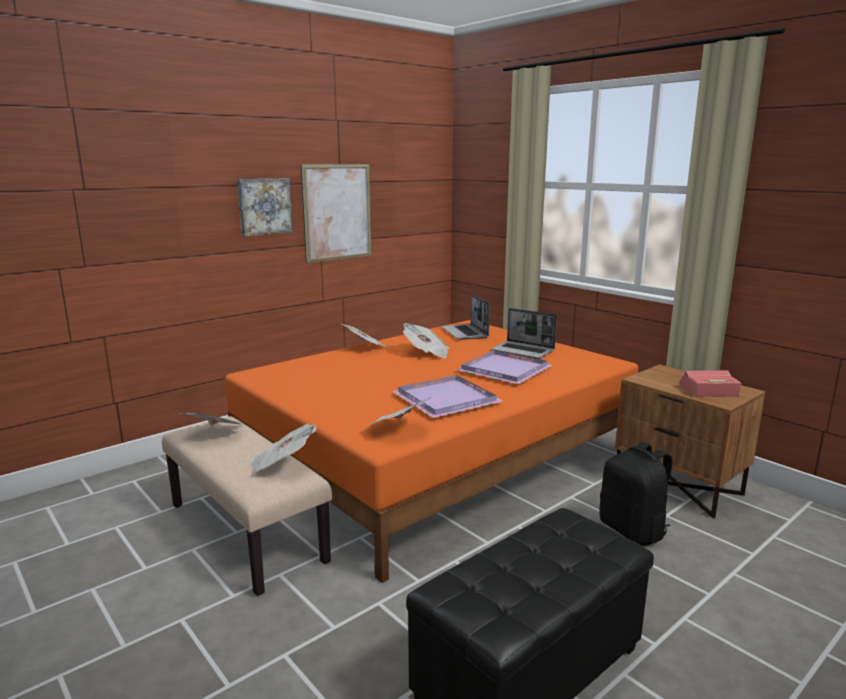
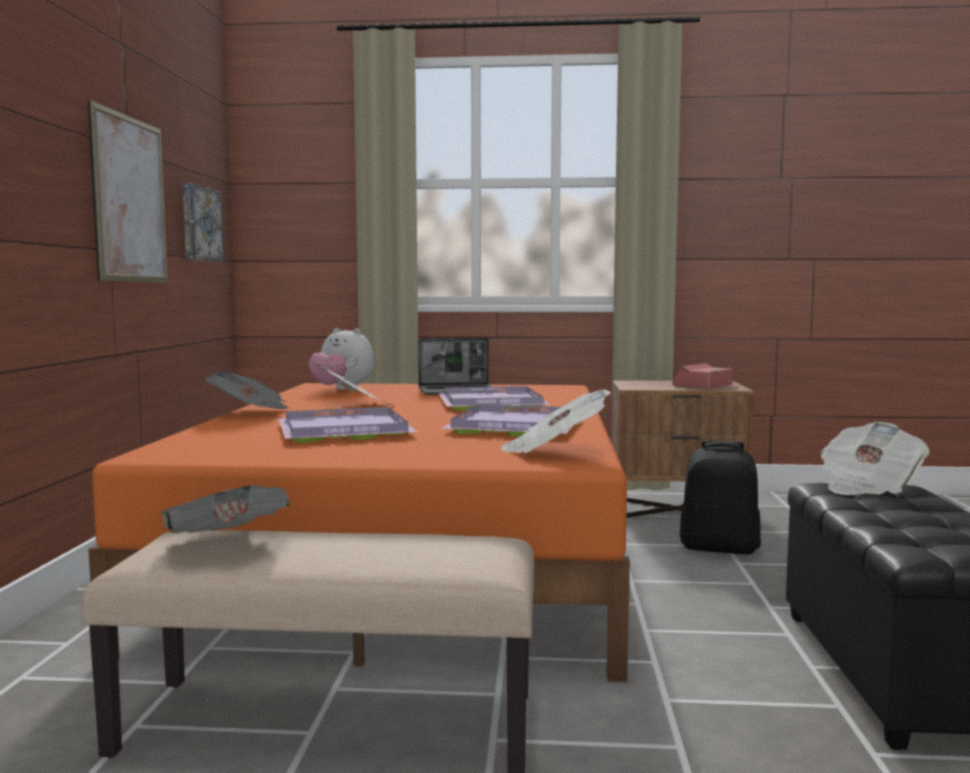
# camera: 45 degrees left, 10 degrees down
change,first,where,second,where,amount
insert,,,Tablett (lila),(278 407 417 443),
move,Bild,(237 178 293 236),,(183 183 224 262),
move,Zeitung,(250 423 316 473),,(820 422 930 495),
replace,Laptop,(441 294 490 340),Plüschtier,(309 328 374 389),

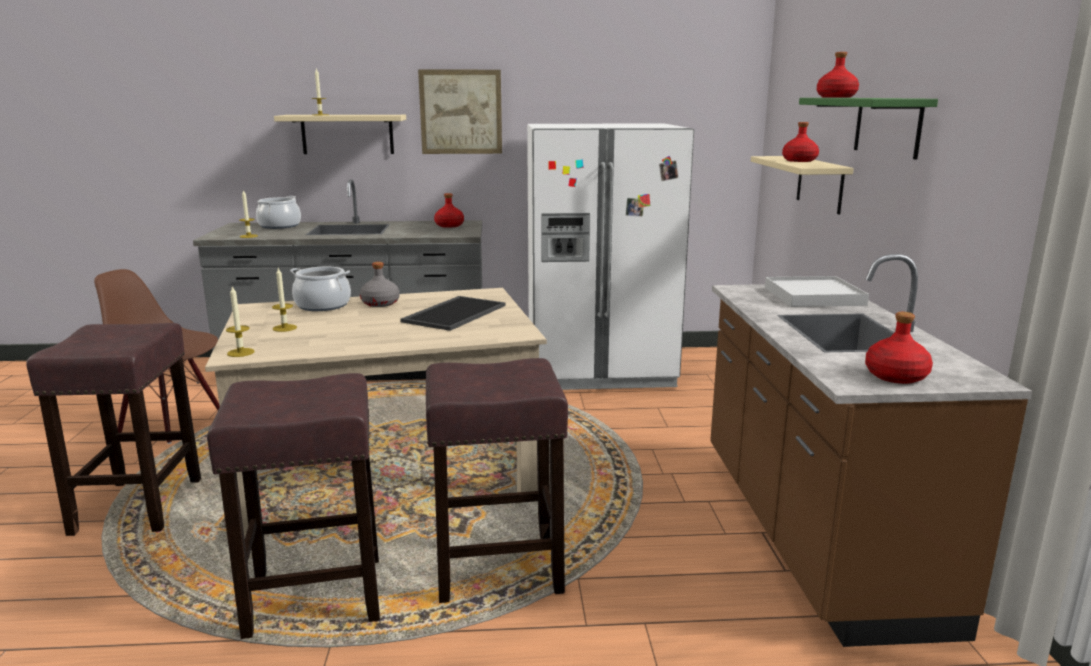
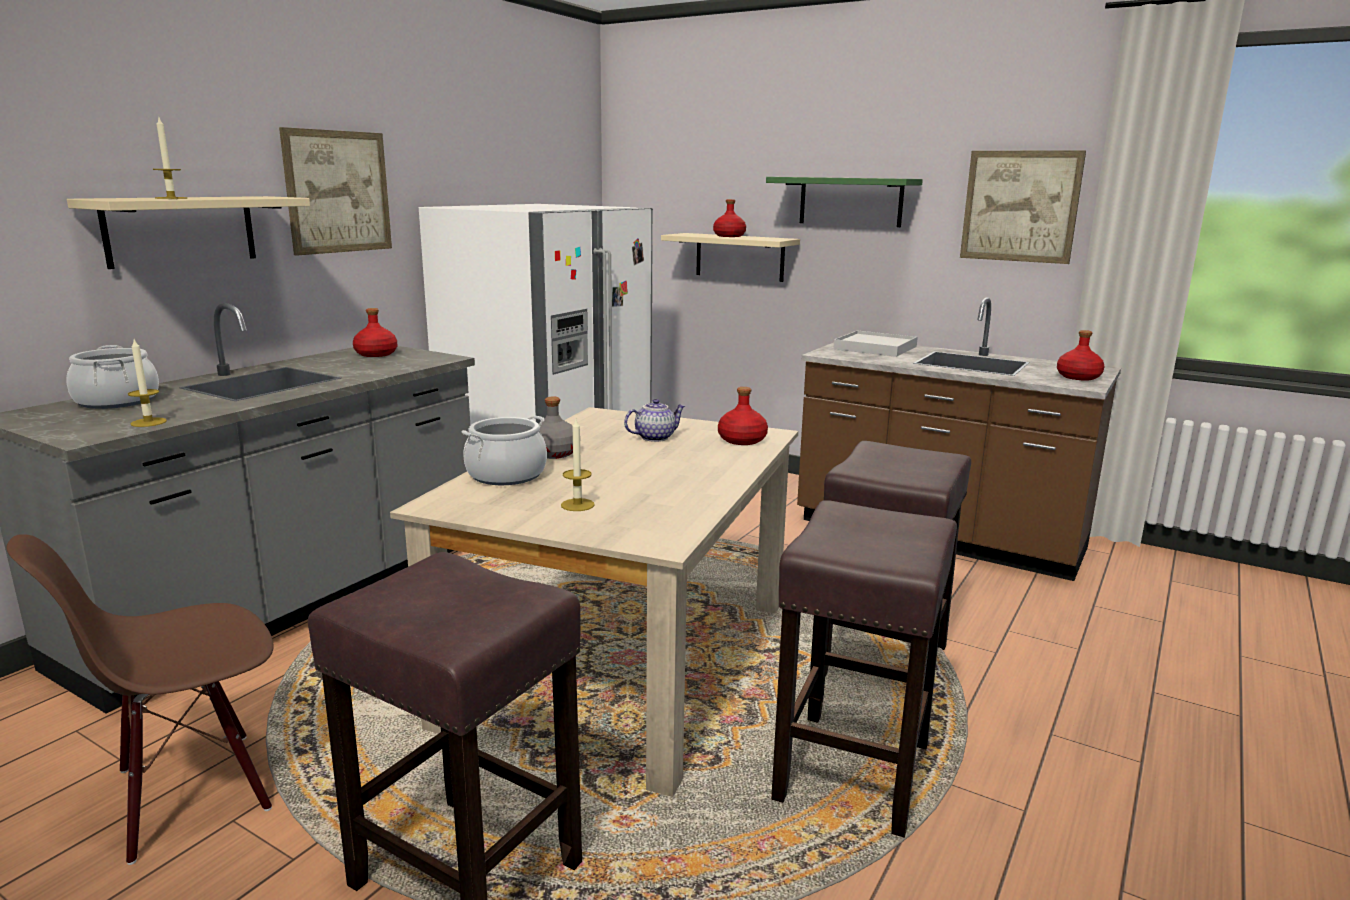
# camera: 55 degrees left, 0 degrees up
change,first,where,second,where,amount
delete,Kerze,(226 285 254 357),,,
insert,,,Bild,(960 150 1086 264),
move,Flasche (rot),(817 52 859 98),,(718 387 768 445),
replace,Tablett,(400 296 506 331),Teekanne,(624 399 685 442),

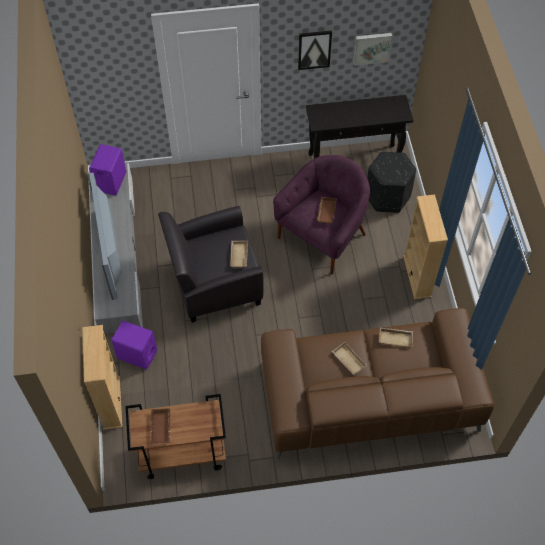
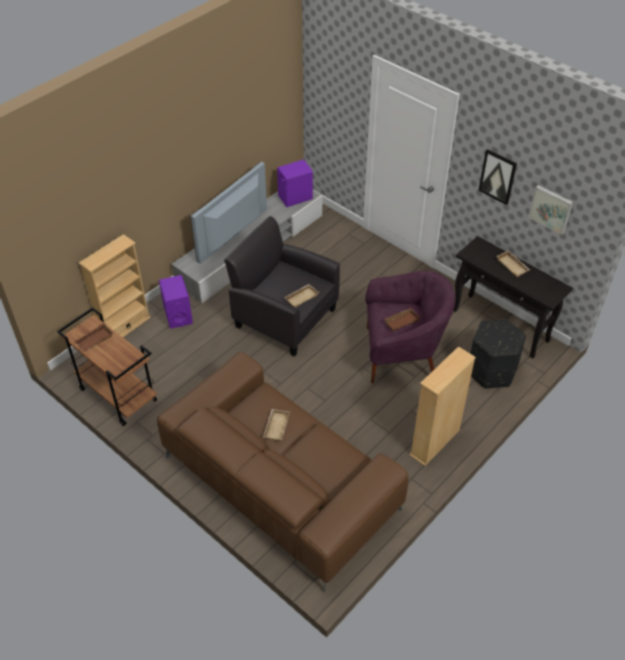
# camera: 50 degrees right, 10 degrees down
change,first,where,second,where,amount
move,Tablett (beige),(379 328 413 347),,(496 250 530 277),

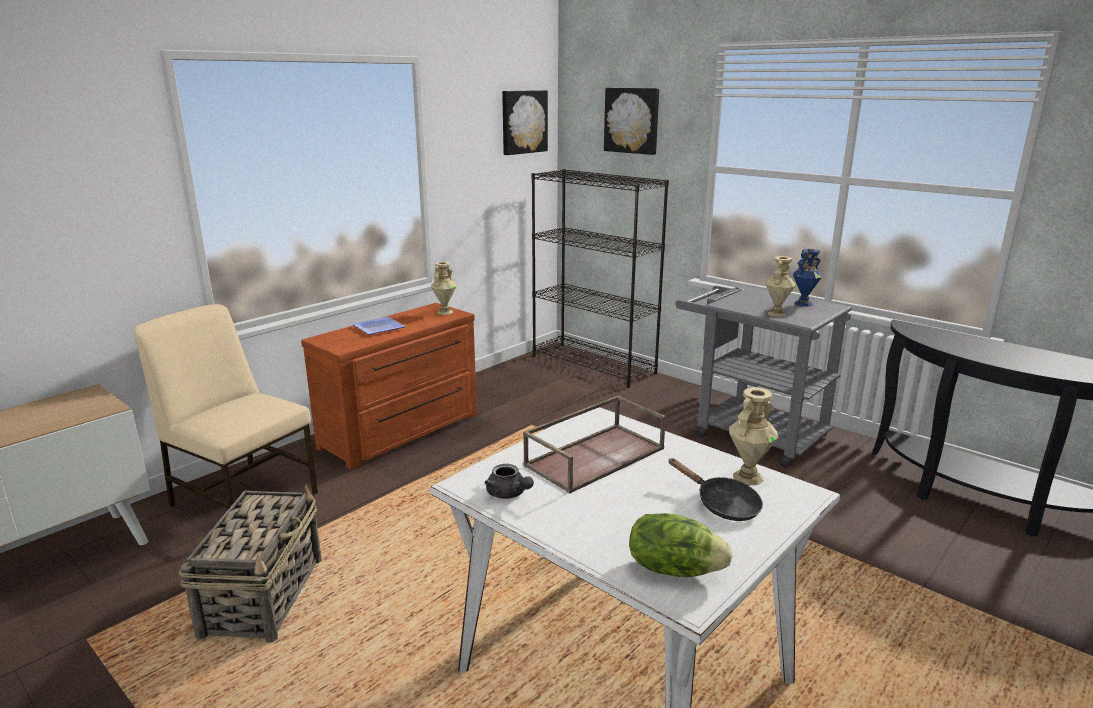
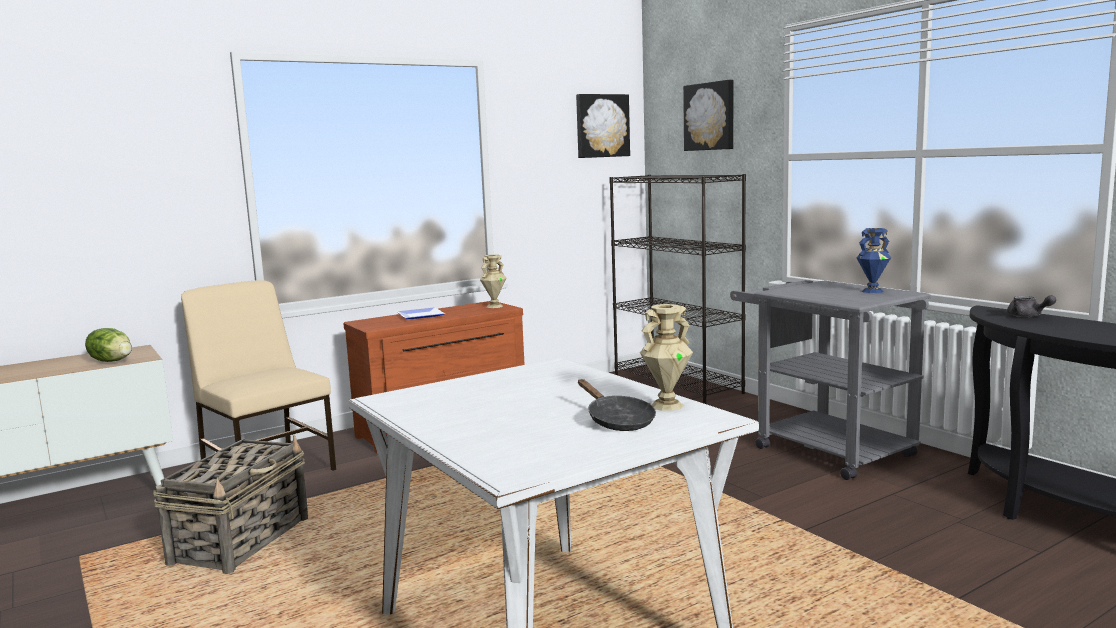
# camera: 15 degrees right, 10 degrees down
change,first,where,second,where,amount
delete,Tablett (braun),(523 396 666 494),,,
delete,Vase (beige),(765 256 796 317),,,
move,Teekanne (grau),(485 464 534 499),,(1007 295 1056 317),
move,Salatkopf,(629 513 733 577),,(85 328 132 362),

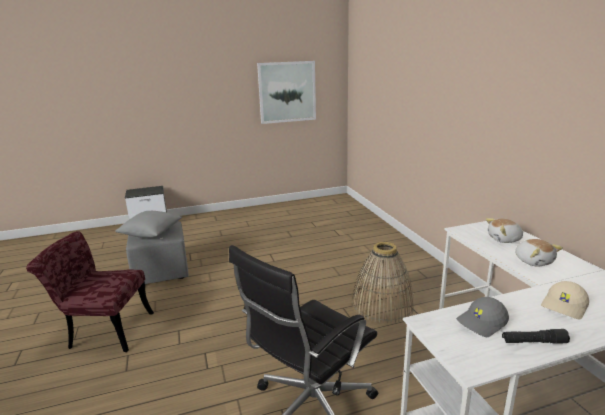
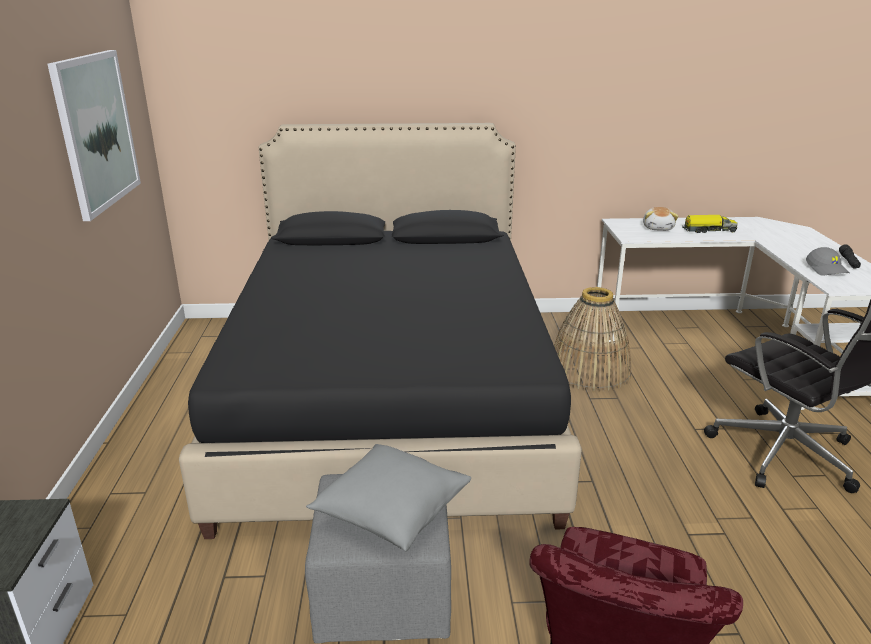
# camera: 75 degrees left, 5 degrees up
change,first,where,second,where,amount
delete,Kappe (beige),(541 281 589 320),,,
insert,,,Bett (schwarz),(179 123 582 539),
replace,Plüschtier,(515 239 563 267),Spielzeuglaster,(682 215 738 233),

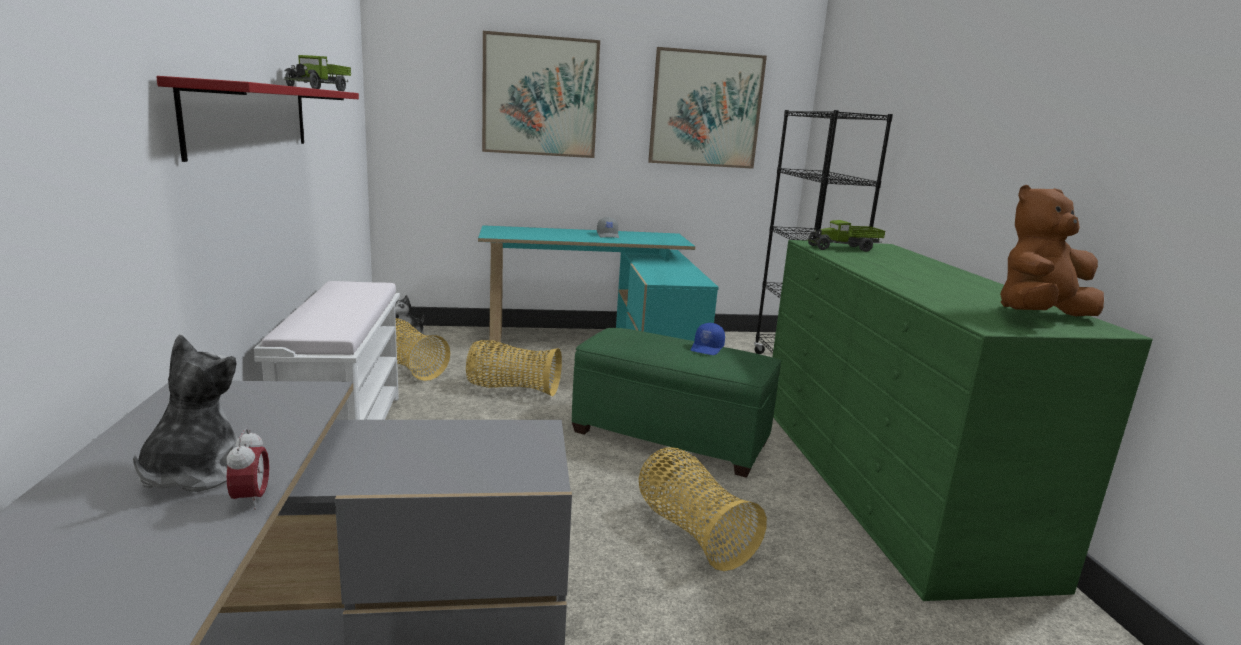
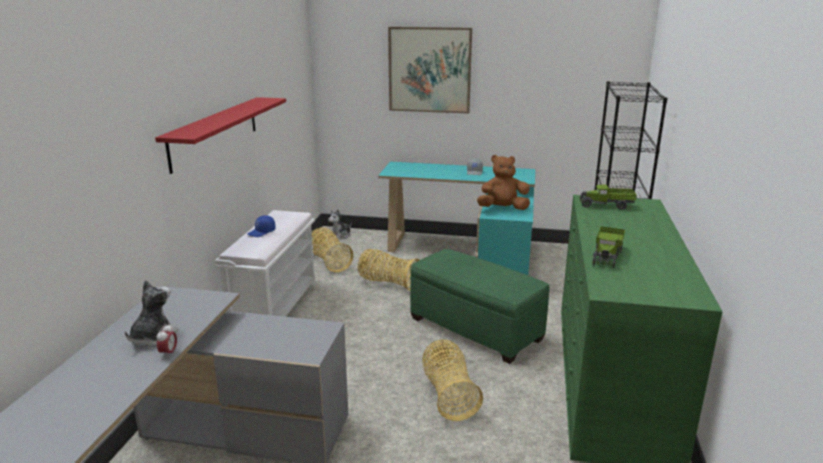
# camera: 20 degrees right, 5 degrees up
change,first,where,second,where,amount
delete,Bild,(648 47 767 169),,,
move,Spielzeuglaster,(284 55 351 91),,(593 226 625 268),
move,Kappe (blau),(691 323 725 355),,(248 215 276 237),
move,Plüschtier (braun),(1000 185 1104 316),,(477 155 530 210),

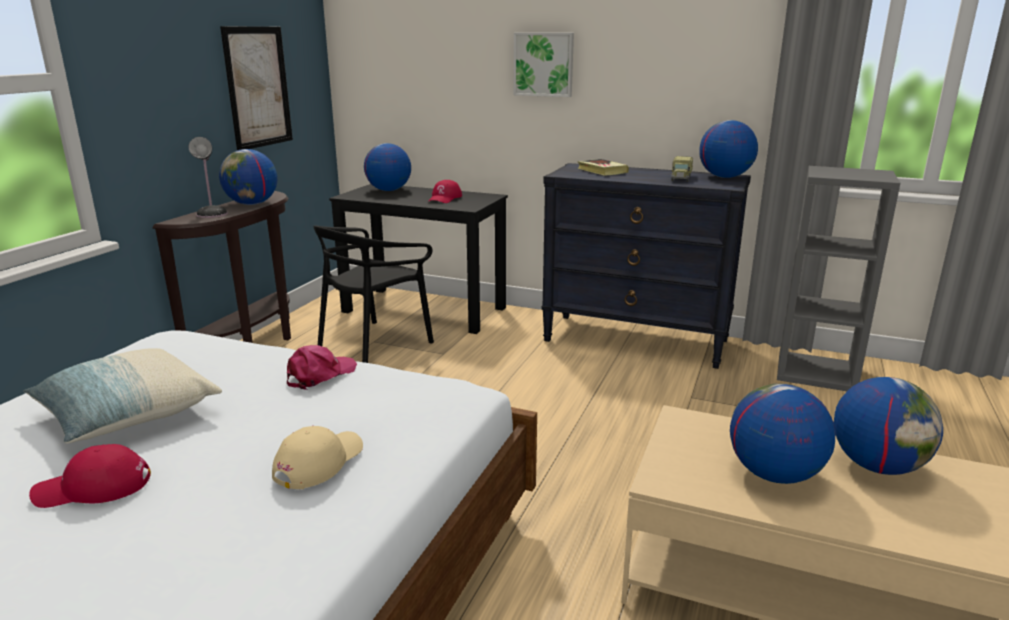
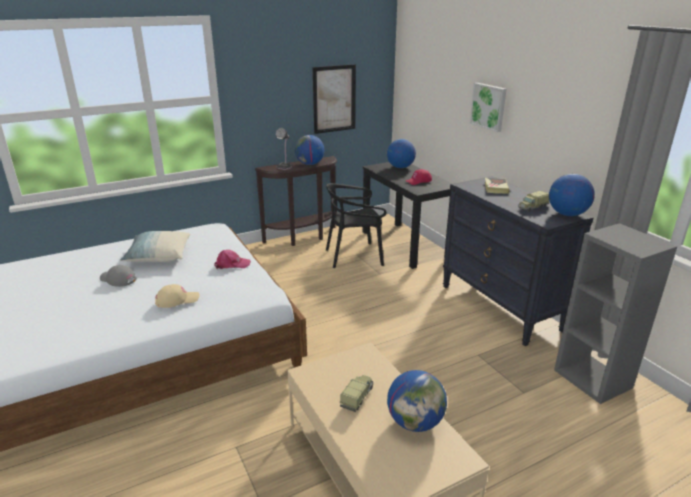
# camera: 40 degrees right, 5 degrees up
change,first,where,second,where,amount
replace,Globus,(730 384 835 484),Spielzeuglaster,(340 375 374 412),
recolor,Kappe (rot),(29 444 151 508),Kappe (grau),(100 265 137 287),

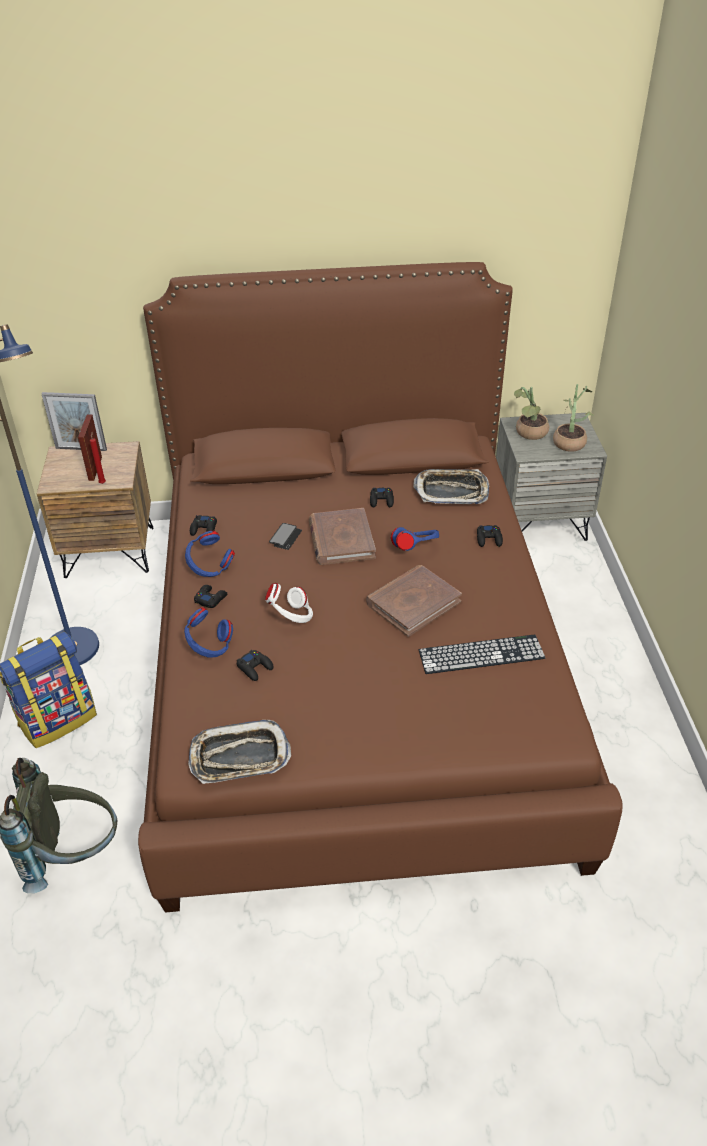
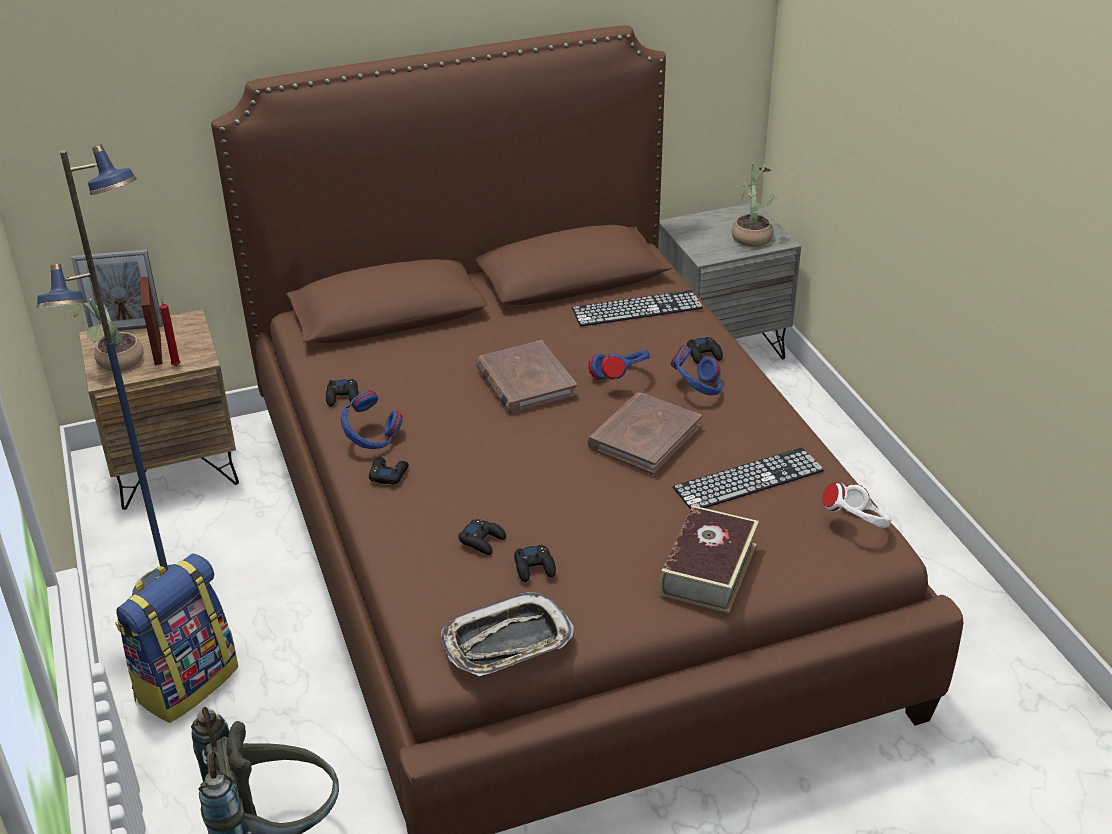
# camera: 15 degrees left, 5 degrees down
change,first,where,second,where,amount
delete,Handy,(269 523 302 550),,,
insert,,,Buch,(659 505 759 613),
move,Kopfhörer (blau),(184 607 233 658),,(671 345 723 396),
move,Kopfhörer (weiß),(265 583 313 623),,(822 482 892 528),
move,Gamepad (schwarz),(370 488 394 507),,(514 545 556 582),
move,Topfpflanze,(514 387 549 440),,(71 298 143 371),
replace,Tablett,(413 469 489 504),Tastatur,(572 290 703 327),

